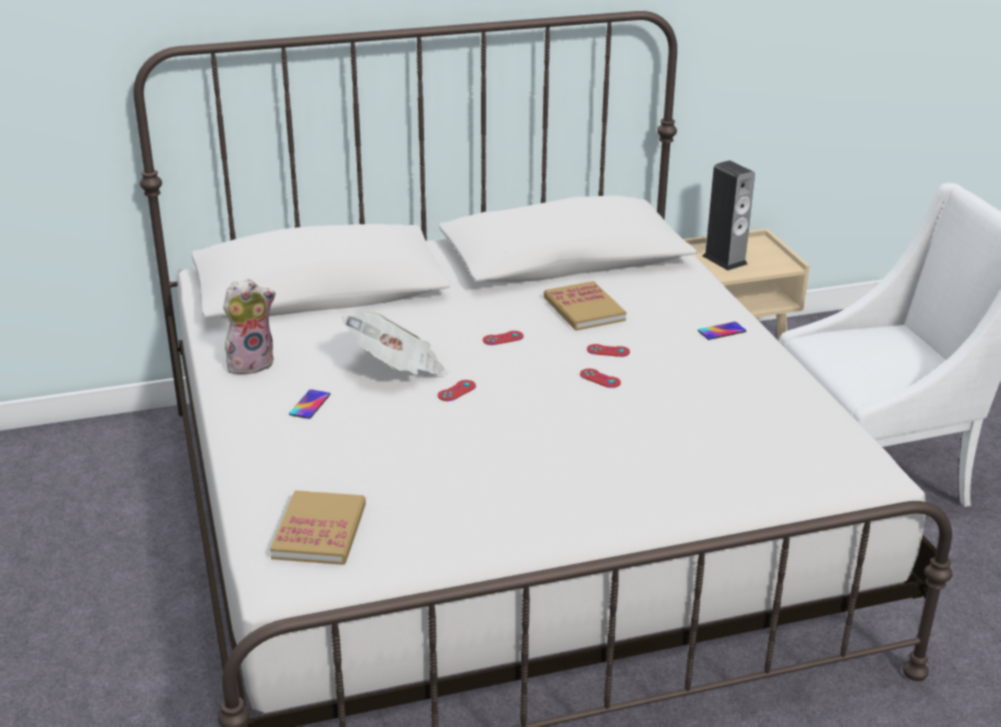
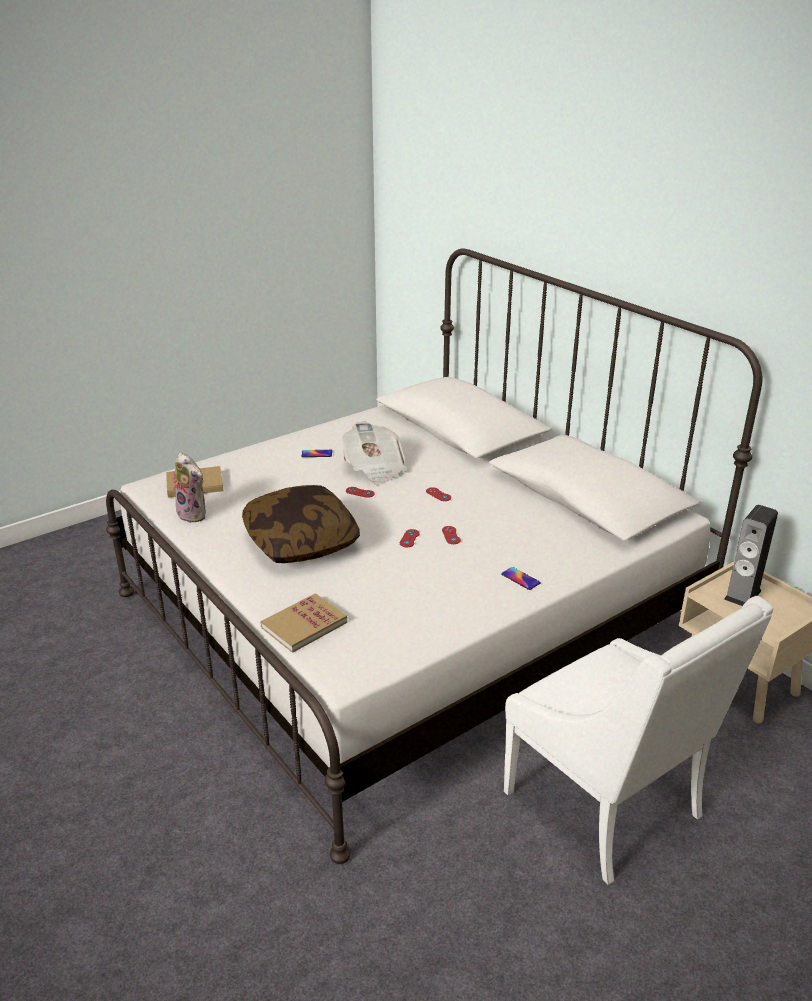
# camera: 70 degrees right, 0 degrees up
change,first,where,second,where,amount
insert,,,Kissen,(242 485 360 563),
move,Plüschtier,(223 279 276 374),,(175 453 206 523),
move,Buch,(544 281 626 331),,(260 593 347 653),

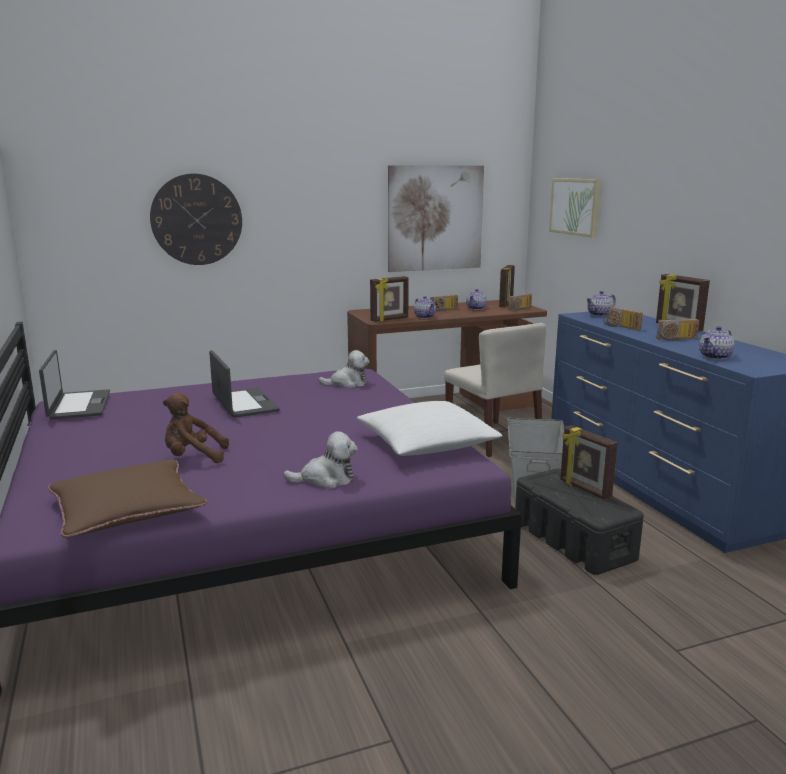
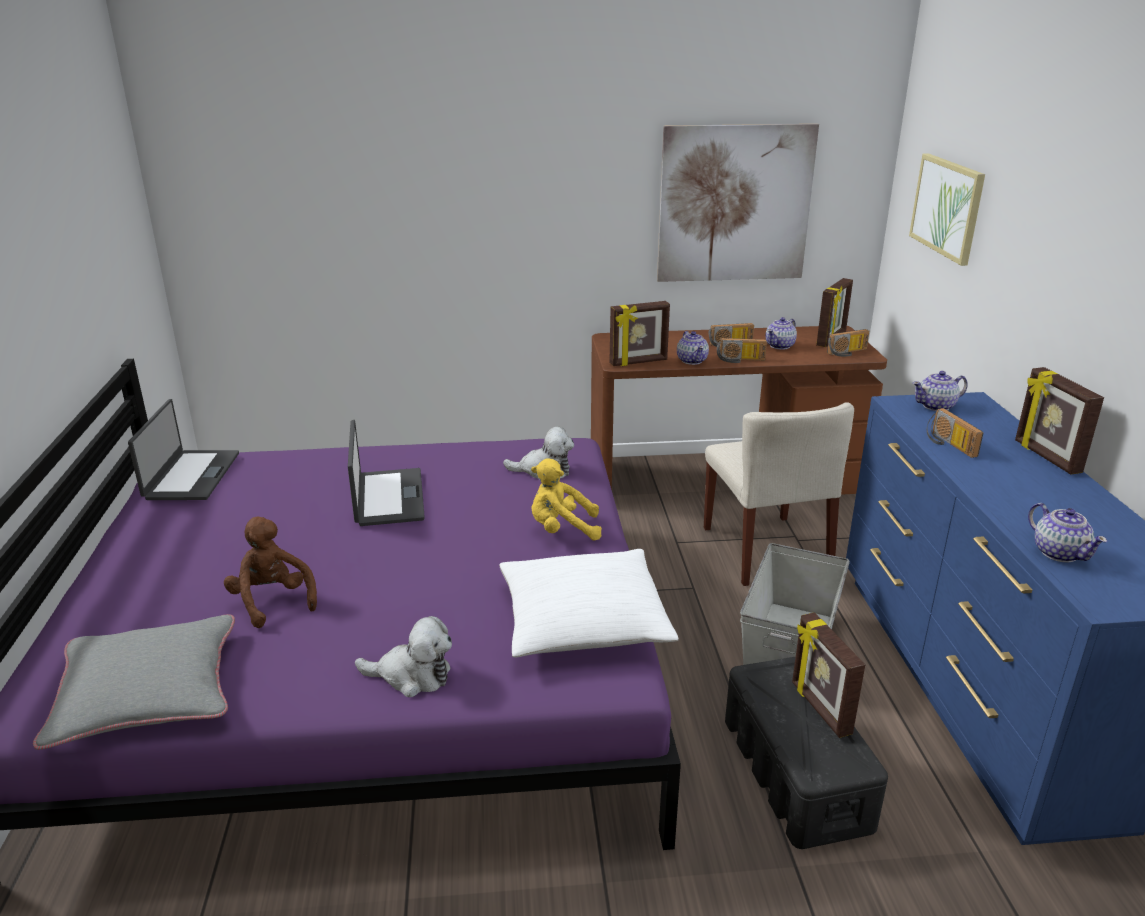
# camera: 15 degrees right, 10 degrees up
change,first,where,second,where,amount
delete,Wanduhr,(150 174 242 265),,,
insert,,,Plüschtier (gelb),(531 458 602 540),
move,Radio,(657 319 699 341),,(717 338 767 363),
recolor,Kissen (braun),(48 460 207 538),Kissen (grau),(33 614 235 750),
rotate,Plüschtier (braun),(163 393 229 463),,(224 516 317 628),45 degrees clockwise
rotate,Teekanne,(699 326 735 360),,(1028 503 1108 562),90 degrees counterclockwise

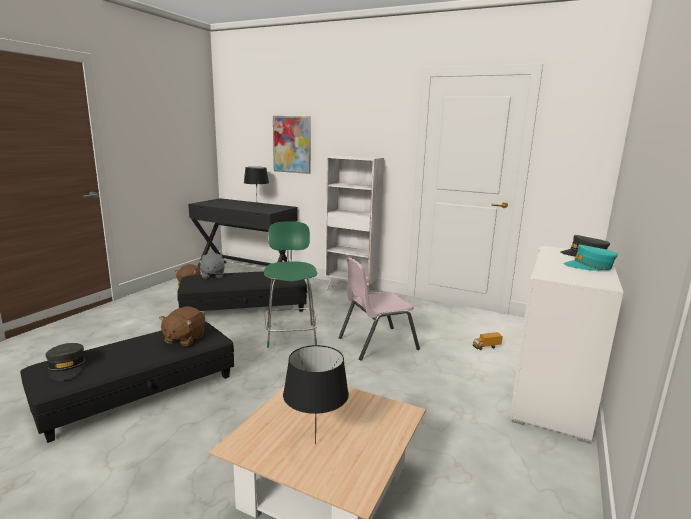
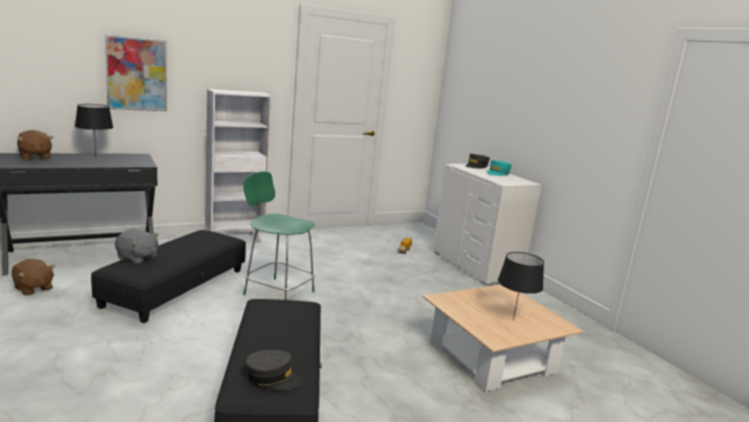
# camera: 55 degrees left, 0 degrees up
change,first,where,second,where,amount
delete,Stuhl (rosa),(339 258 420 361),,,
move,Plüschtier (braun),(159 306 205 346),,(17 130 53 160),

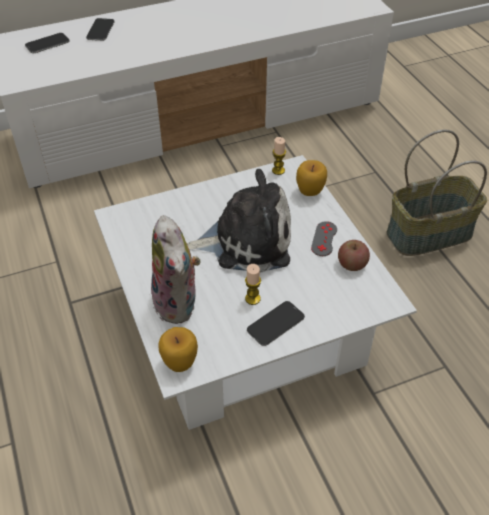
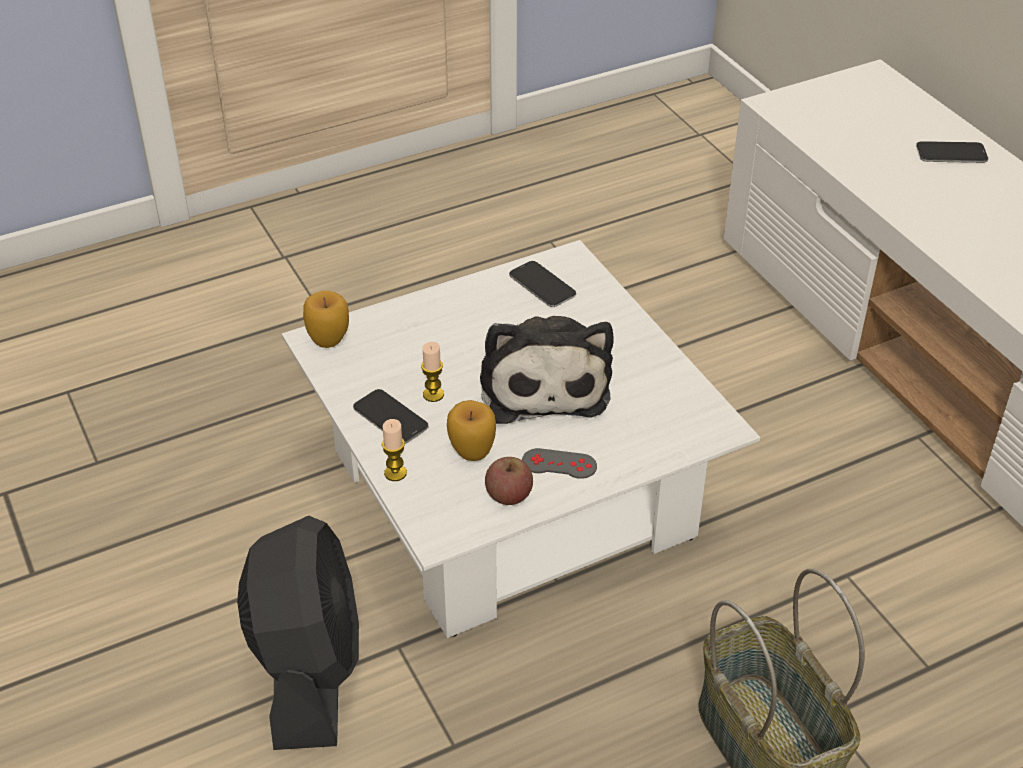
# camera: 85 degrees right, 5 degrees down
change,first,where,second,where,amount
delete,Plüschtier,(151 215 201 324),,,
insert,,,Ventilator (schwarz),(237 516 359 750),
move,Handy,(25 33 70 54),,(509 261 576 307),
move,Kerze,(272 137 286 175),,(382 419 407 481),
move,Apfel,(296 160 327 196),,(447 400 496 461),

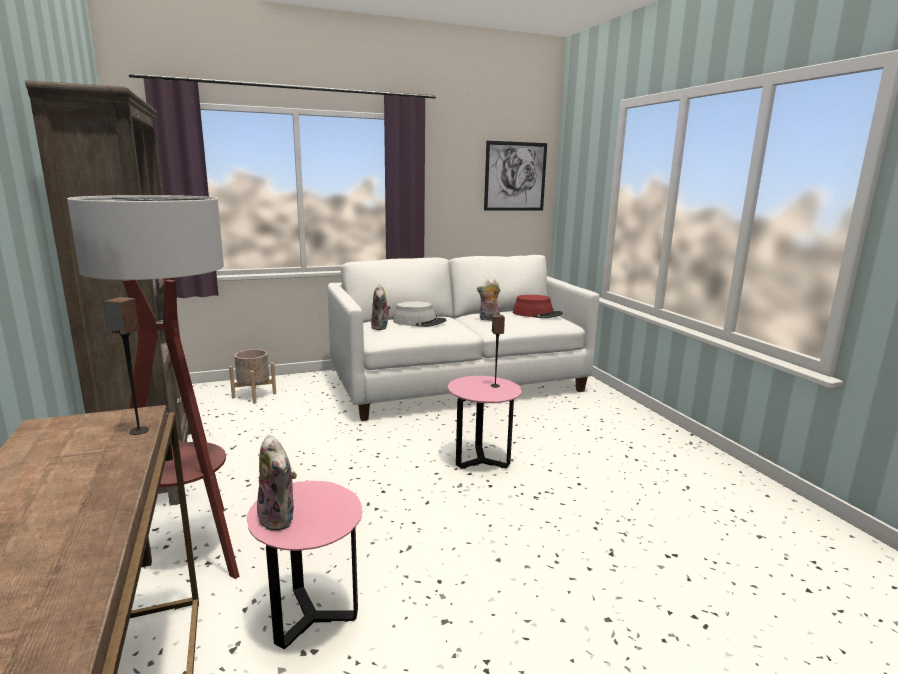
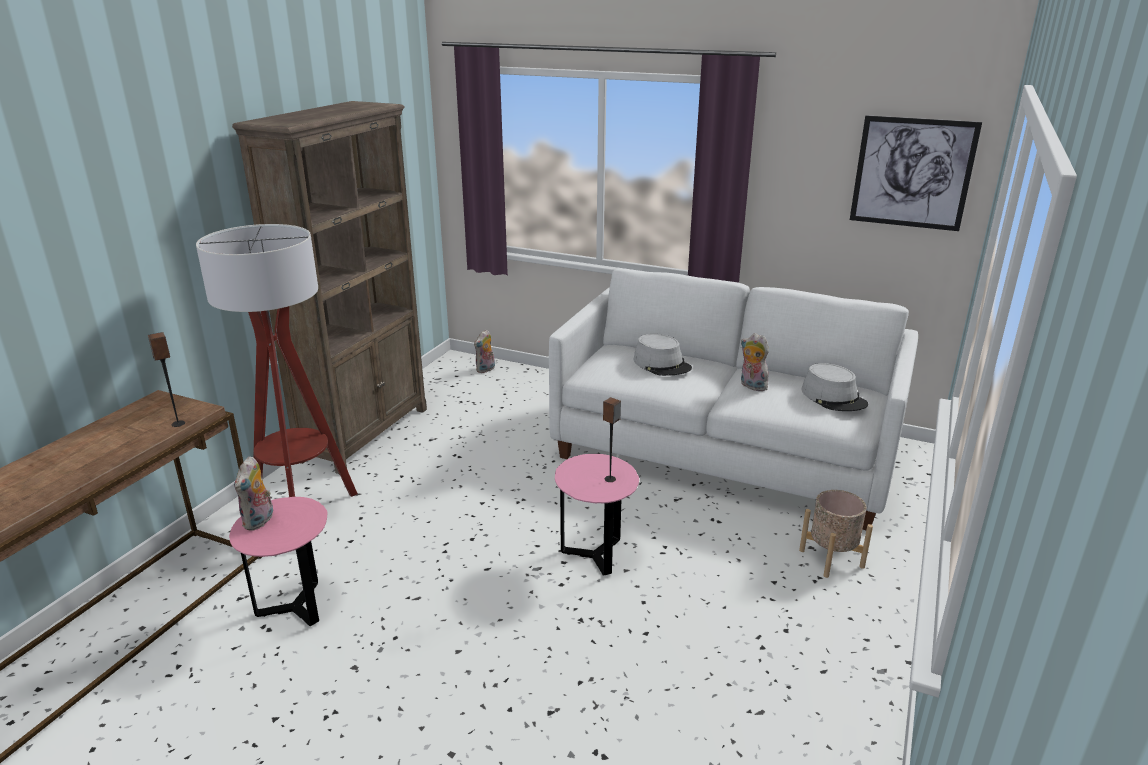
# camera: 45 degrees right, 10 degrees up
change,first,where,second,where,amount
move,Pflanzkübel (beige),(229 349 276 404),,(799 490 873 578),
move,Plüschtier,(371 284 391 330),,(474 330 495 373),
recolor,Hut (rot),(513 295 563 318),Hut (grau),(801 363 868 411),

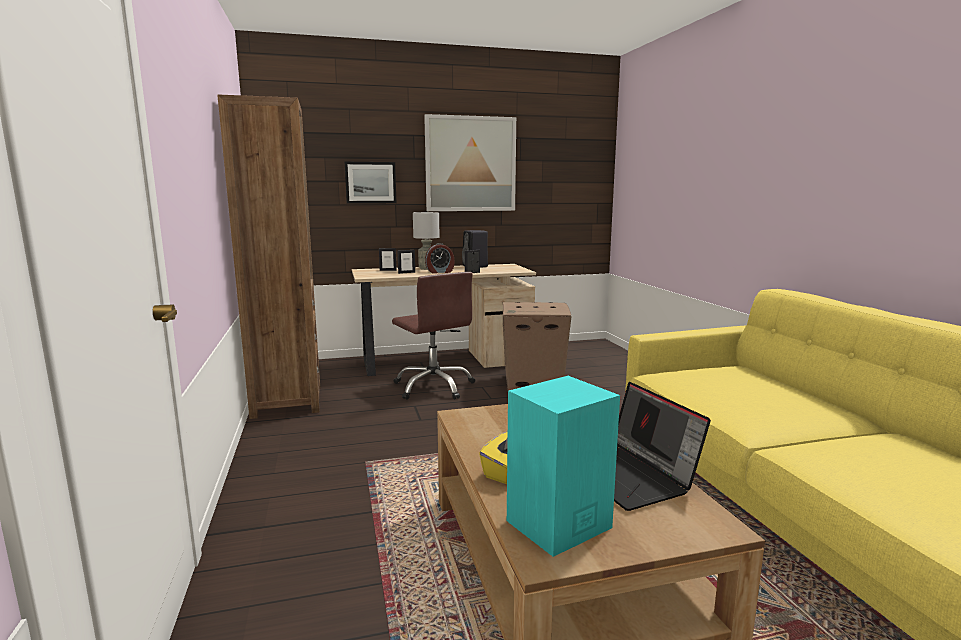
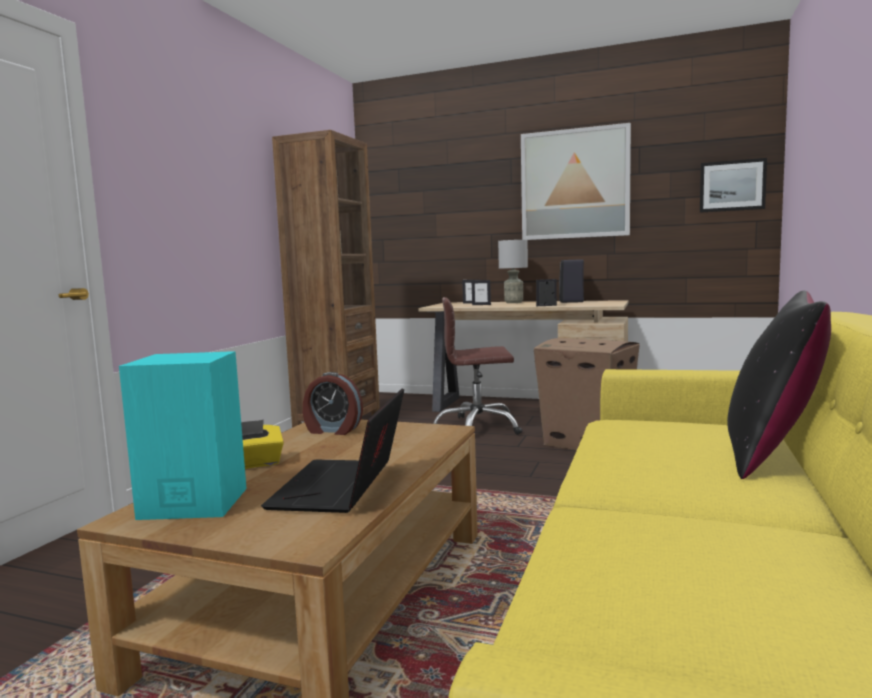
# camera: 35 degrees right, 5 degrees down
change,first,where,second,where,amount
insert,,,Kissen (schwarz),(727 291 831 479),
move,Bild,(345 162 397 204),,(700 158 767 213),
move,Wecker,(425 243 455 274),,(303 372 363 435),
rotate,Bürostuhl (braun),(392 272 476 400),,(432 297 523 435),90 degrees clockwise

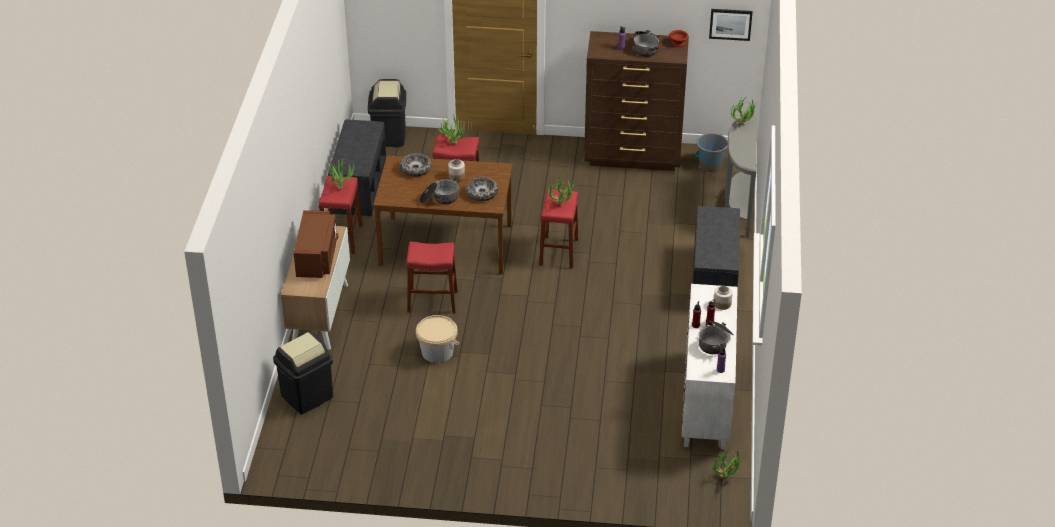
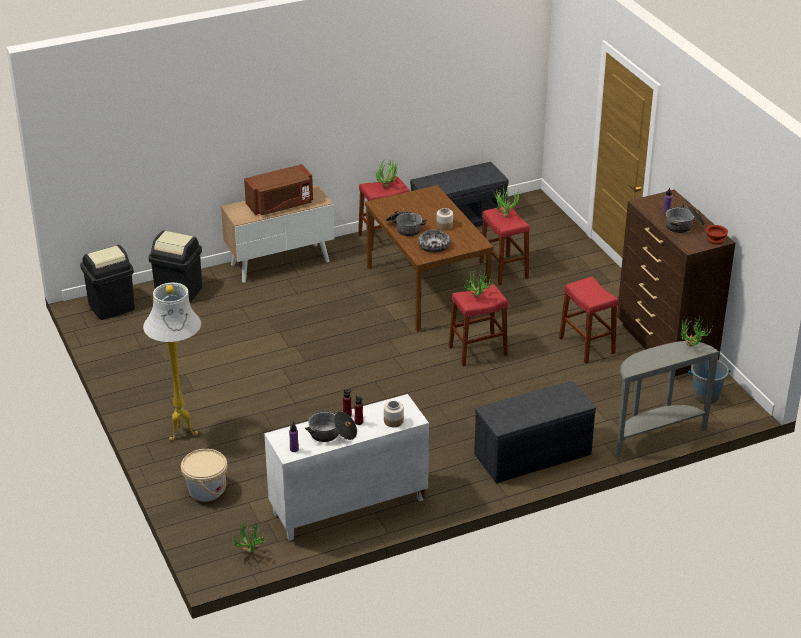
# camera: 60 degrees right, 5 degrees down
change,first,where,second,where,amount
delete,Schüssel,(400 153 432 177),,,
delete,Bild,(709 9 753 41),,,
insert,,,Stehlampe (weiß),(143 283 201 441),
move,Mülleimer (schwarz),(368 79 406 147),,(80 245 135 320),
move,Hocker (rot),(406 242 458 313),,(559 277 618 363),
move,Eimer (beige),(416 315 460 363),,(181 449 228 502),

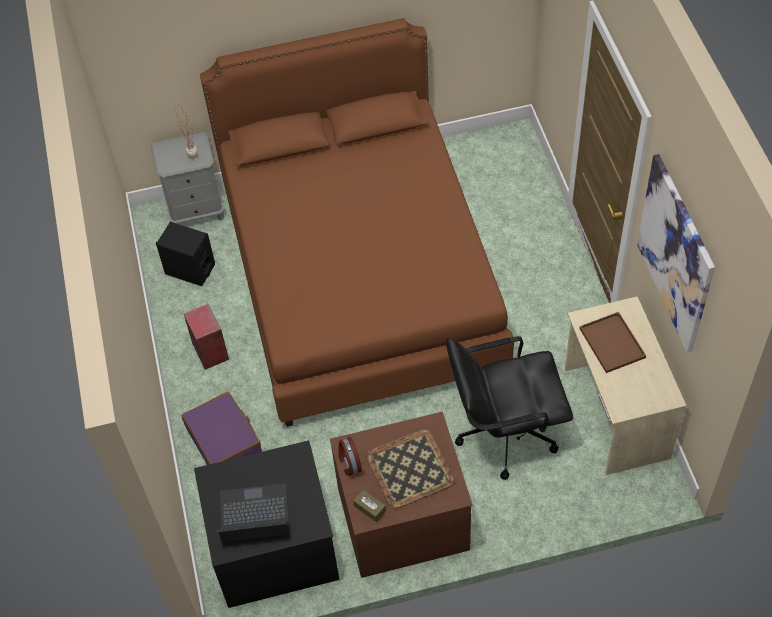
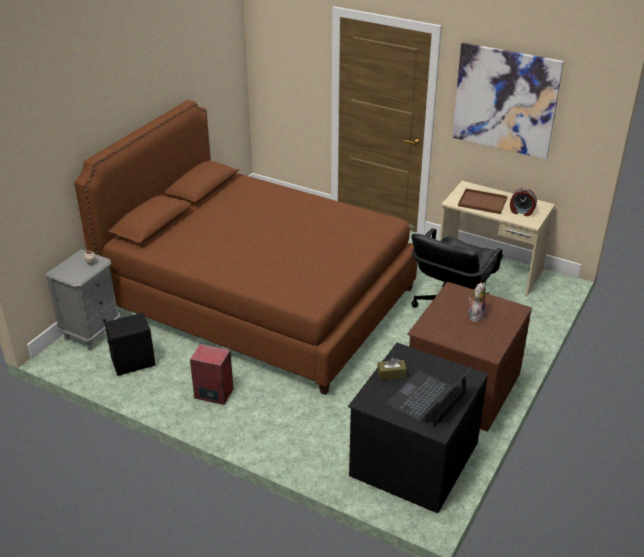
# camera: 50 degrees left, 20 degrees down
change,first,where,second,where,amount
delete,Koffer (lila),(182 392 262 465),,,
move,Wecker,(339 437 362 476),,(510 188 537 216),
move,Taschentuchbox (braun),(353 490 386 522),,(377 358 407 380),
replace,Tablett,(366 429 455 509),Plüschtier,(468 283 486 322),

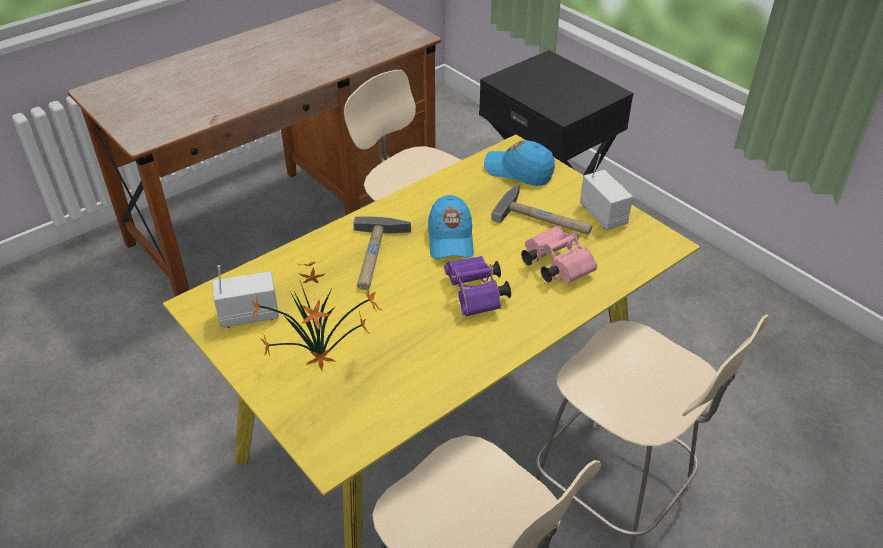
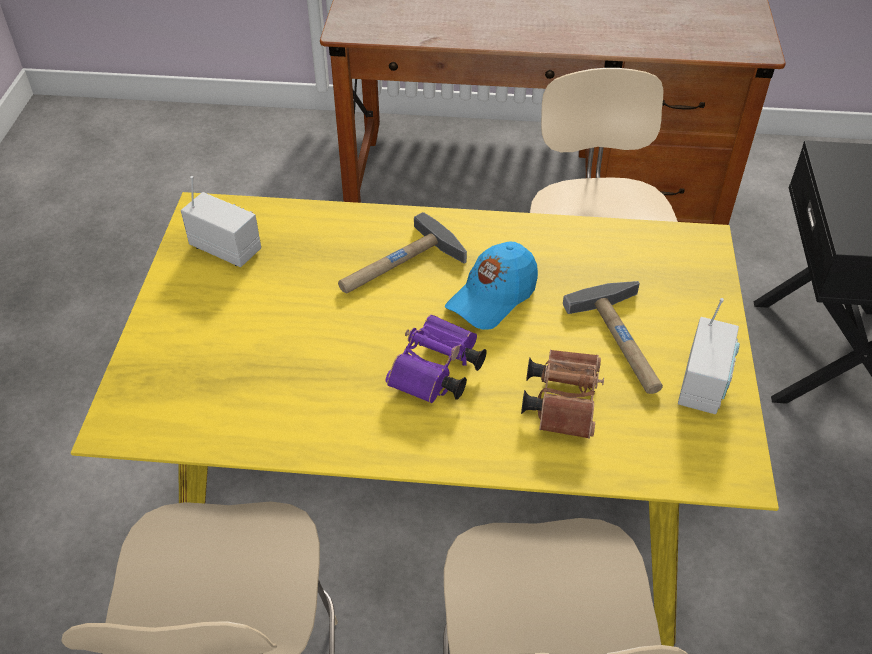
# camera: 45 degrees right, 5 degrees up
change,first,where,second,where,amount
delete,Topfpflanze,(251 261 382 371),,,
delete,Kappe (blau),(484 140 555 186),,,
recolor,Fernglas (rosa),(521 226 597 283),Fernglas (braun),(521 350 604 439),

